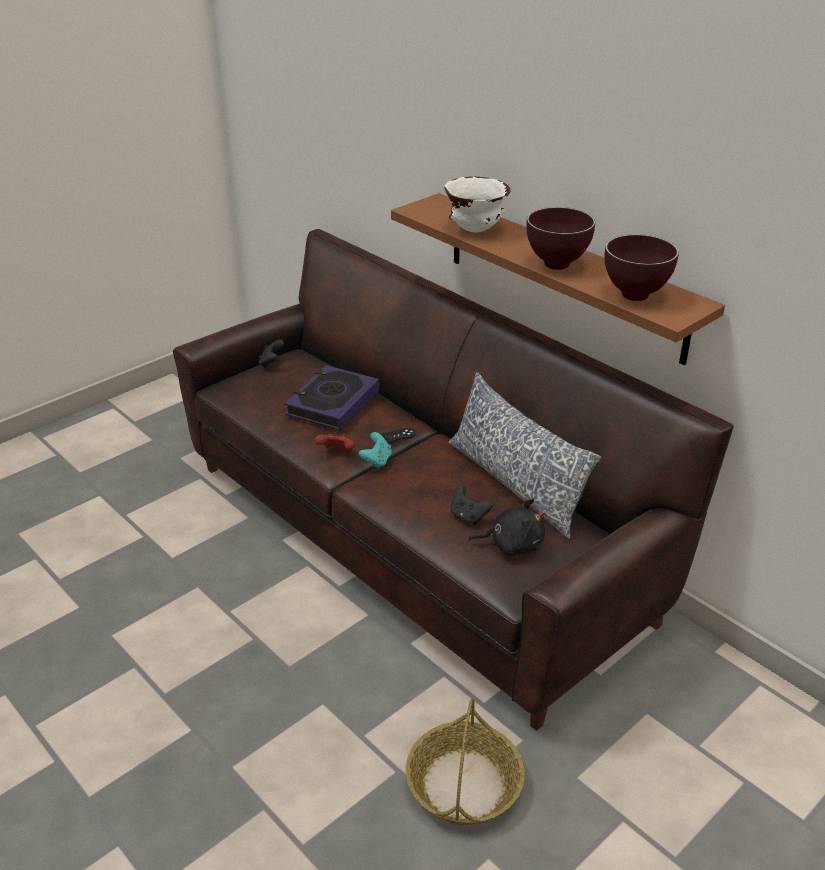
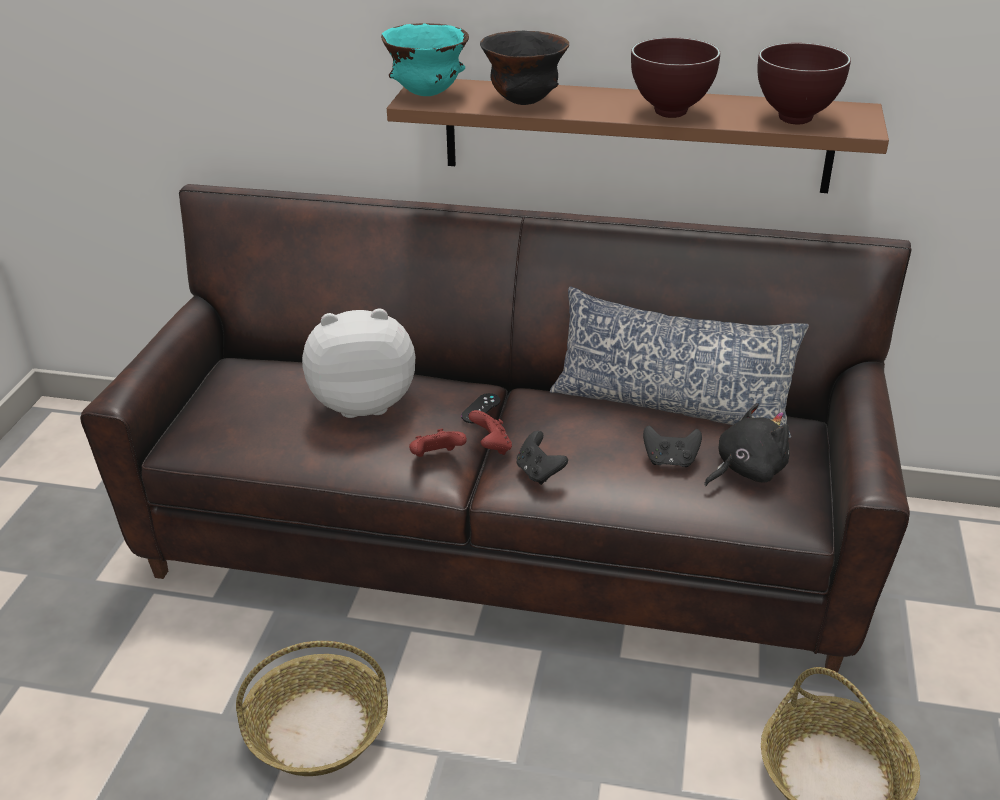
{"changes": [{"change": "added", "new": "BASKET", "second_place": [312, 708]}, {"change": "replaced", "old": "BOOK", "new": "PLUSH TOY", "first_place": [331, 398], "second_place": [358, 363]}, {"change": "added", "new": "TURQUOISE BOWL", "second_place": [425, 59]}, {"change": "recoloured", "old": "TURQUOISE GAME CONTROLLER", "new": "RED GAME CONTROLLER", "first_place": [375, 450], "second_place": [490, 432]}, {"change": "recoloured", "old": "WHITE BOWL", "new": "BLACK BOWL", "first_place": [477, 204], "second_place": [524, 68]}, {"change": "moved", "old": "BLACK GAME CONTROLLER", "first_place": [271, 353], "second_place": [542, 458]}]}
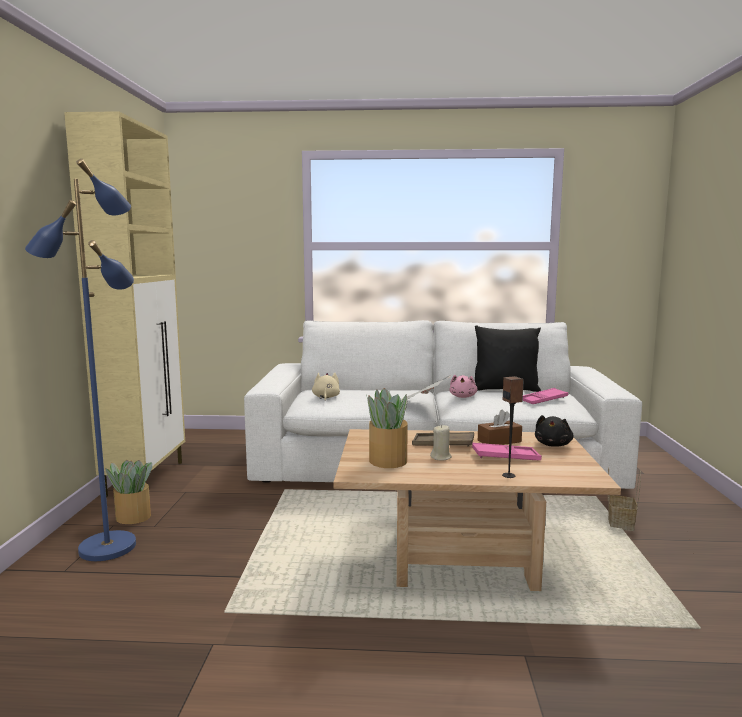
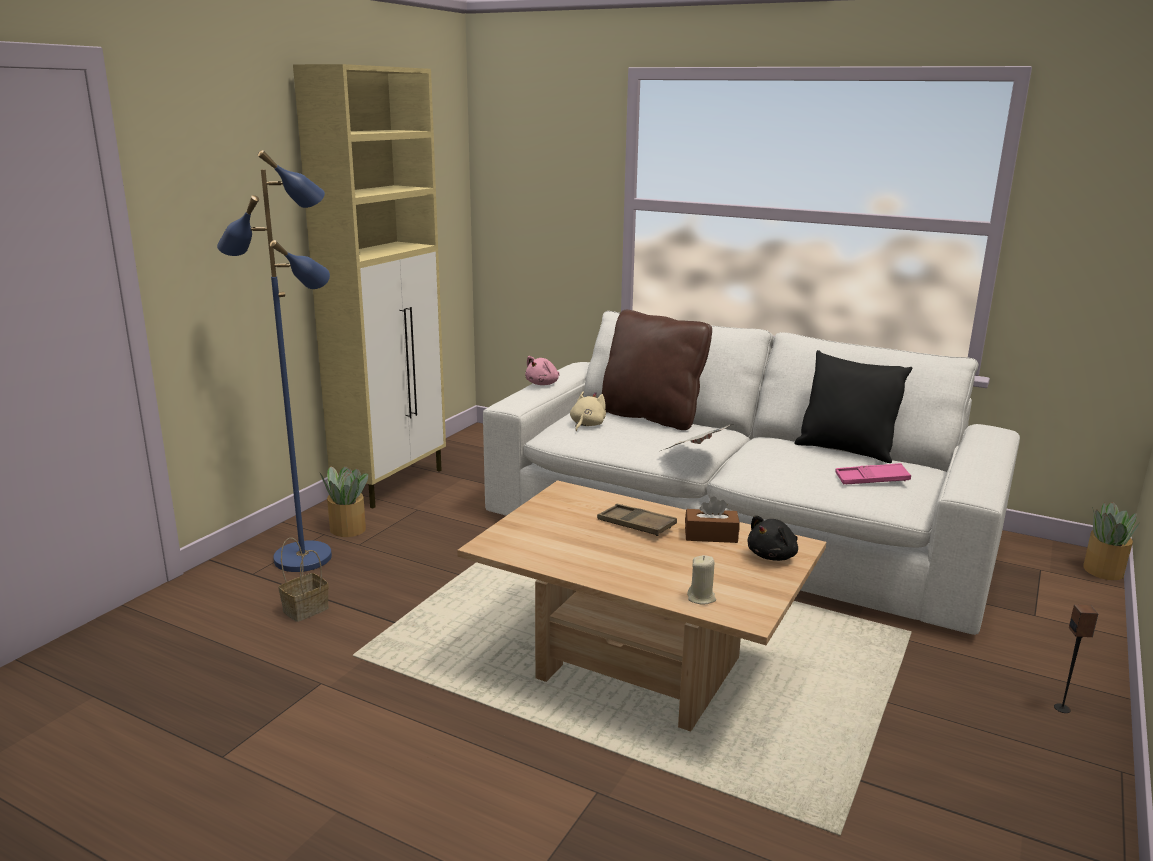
{"changes": [{"change": "moved", "old": "BASKET", "first_place": [624, 499], "second_place": [303, 580]}, {"change": "moved", "old": "PINK PLUSH TOY", "first_place": [463, 386], "second_place": [542, 370]}, {"change": "added", "new": "BROWN PILLOW", "second_place": [657, 370]}, {"change": "moved", "old": "BEIGE CANDLE", "first_place": [441, 442], "second_place": [701, 579]}, {"change": "moved", "old": "SPEAKER", "first_place": [513, 427], "second_place": [1076, 658]}, {"change": "moved", "old": "POTTED PLANT", "first_place": [387, 428], "second_place": [1111, 541]}, {"change": "removed", "old": "PINK TRAY", "first_place": [507, 451]}]}
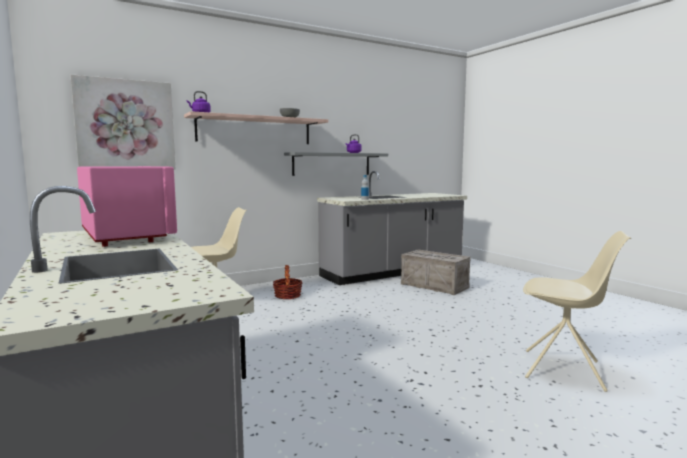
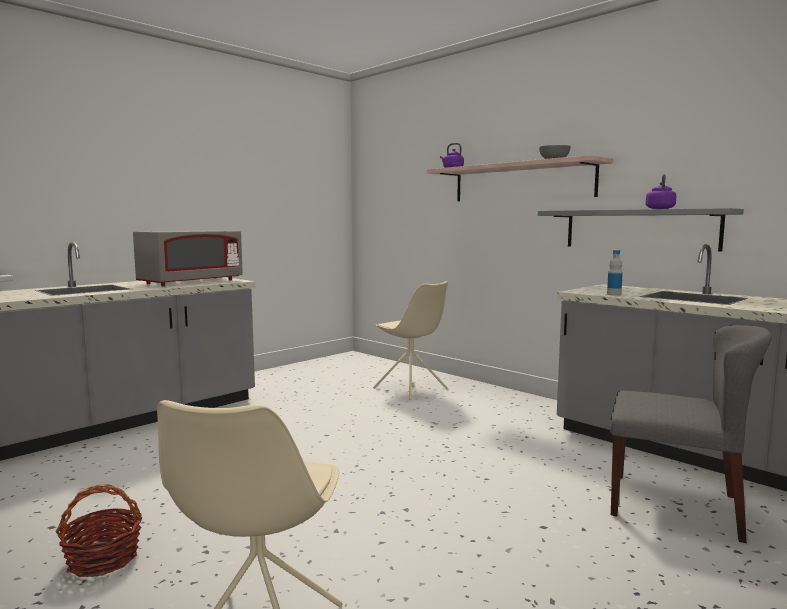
{"changes": [{"change": "moved", "old": "BASKET", "first_place": [288, 282], "second_place": [98, 530]}, {"change": "recoloured", "old": "PINK MICROWAVE", "new": "GREY MICROWAVE", "first_place": [127, 206], "second_place": [188, 258]}, {"change": "replaced", "old": "CRATE", "new": "GREY CHAIR", "first_place": [436, 272], "second_place": [691, 434]}, {"change": "removed", "old": "PICTURE", "first_place": [123, 122]}]}
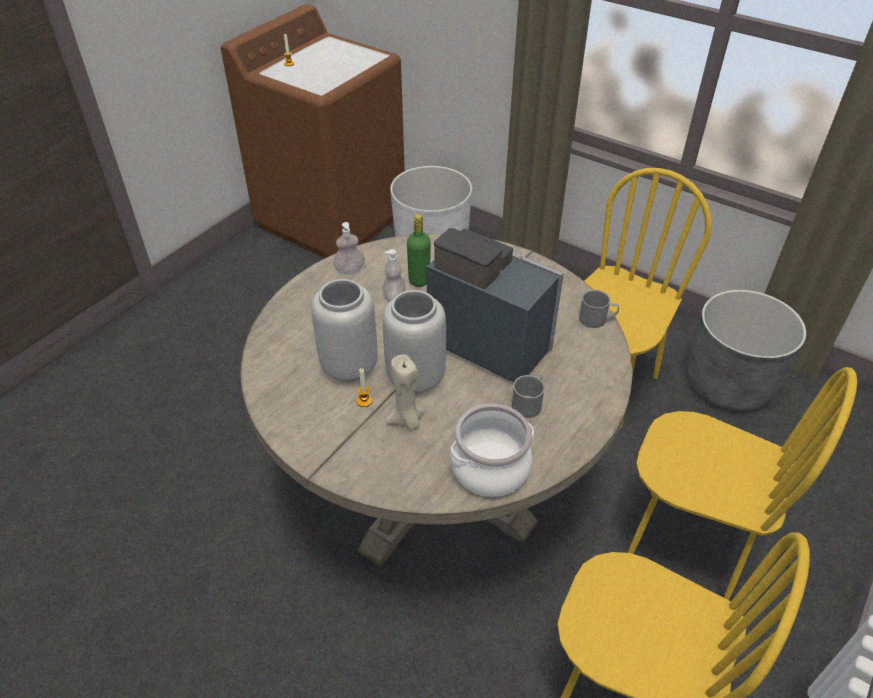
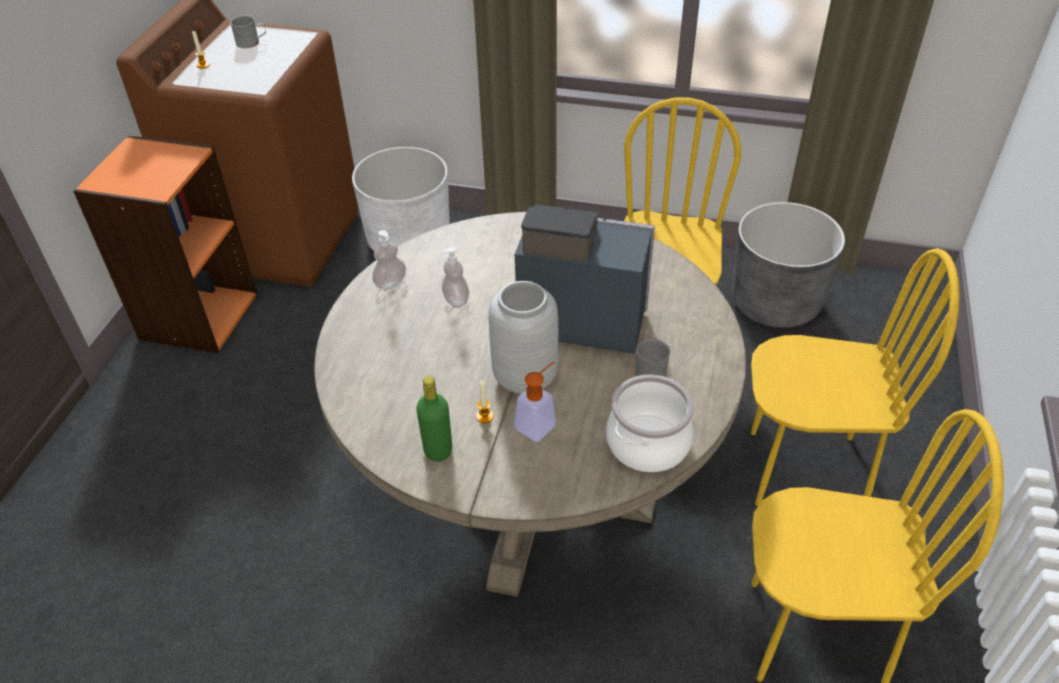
{"changes": [{"change": "added", "new": "ORANGE BOOKCASE", "second_place": [165, 244]}, {"change": "moved", "old": "GREY MUG", "first_place": [599, 309], "second_place": [248, 32]}, {"change": "moved", "old": "GREEN BOTTLE", "first_place": [419, 250], "second_place": [434, 419]}, {"change": "replaced", "old": "BEIGE CANDLE", "new": "SOAP DISPENSER", "first_place": [405, 392], "second_place": [535, 401]}, {"change": "removed", "old": "GREY VASE", "first_place": [344, 330]}]}
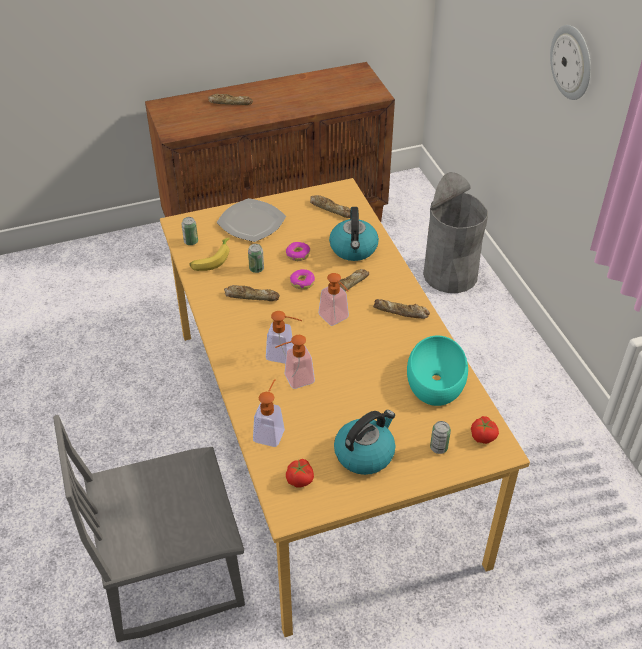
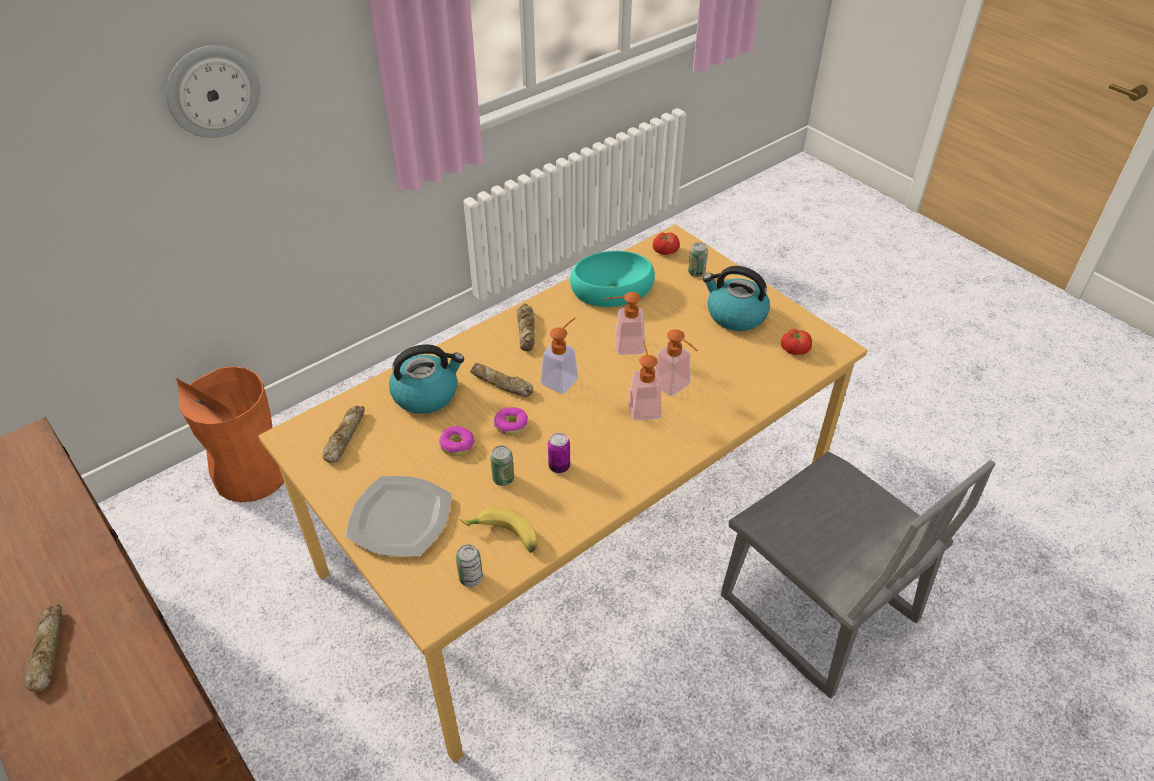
{"changes": [{"change": "recoloured", "old": "GREY TRASH CAN", "new": "ORANGE TRASH CAN", "first_place": [455, 232], "second_place": [229, 434]}, {"change": "replaced", "old": "BREAD", "new": "CAN", "first_place": [252, 293], "second_place": [559, 453]}, {"change": "moved", "old": "SOAP DISPENSER", "first_place": [269, 413], "second_place": [624, 323]}]}
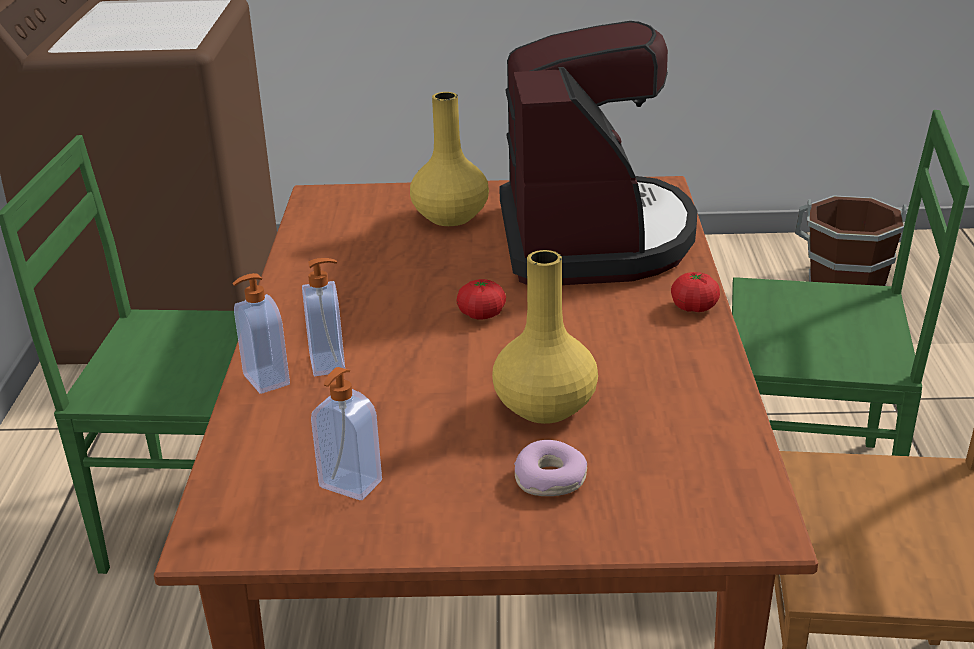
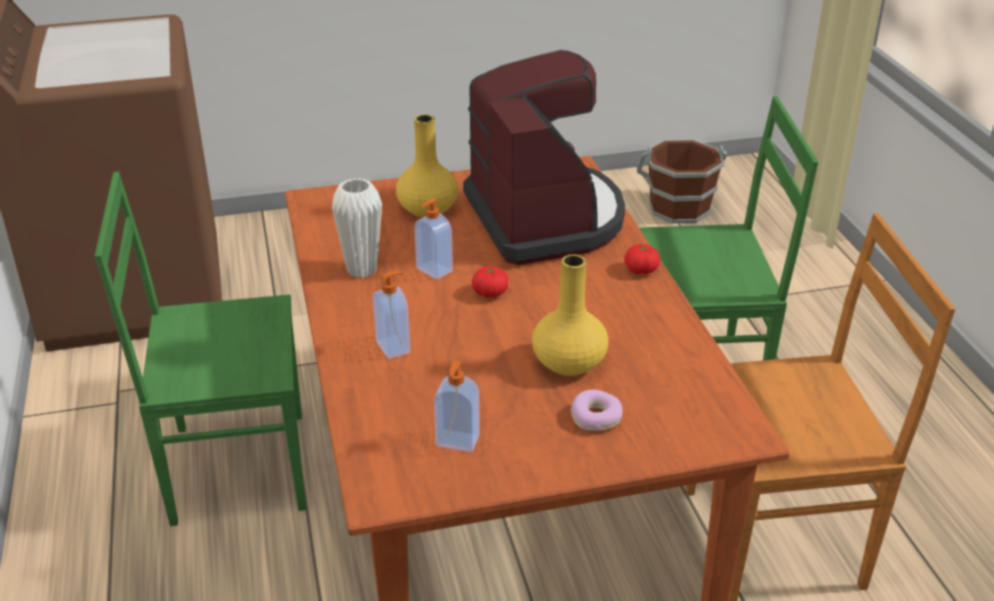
{"changes": [{"change": "added", "new": "WHITE VASE", "second_place": [357, 228]}, {"change": "moved", "old": "SOAP DISPENSER", "first_place": [261, 333], "second_place": [433, 239]}]}
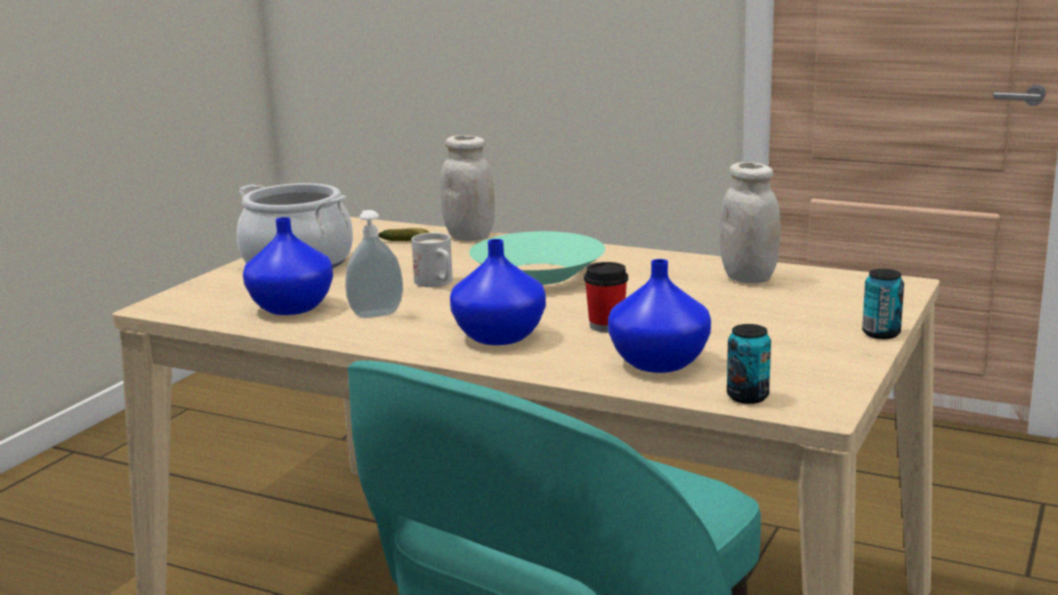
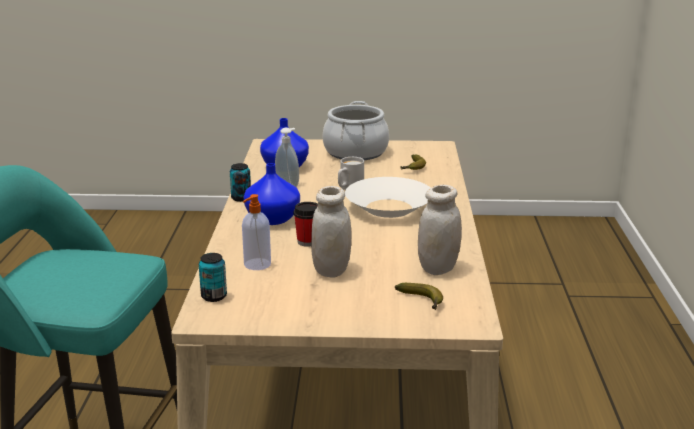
{"changes": [{"change": "moved", "old": "CAN", "first_place": [883, 304], "second_place": [240, 182]}, {"change": "replaced", "old": "BLUE VASE", "new": "SOAP DISPENSER", "first_place": [659, 316], "second_place": [256, 232]}, {"change": "moved", "old": "WHITE JAR", "first_place": [467, 188], "second_place": [331, 232]}, {"change": "recoloured", "old": "TURQUOISE BOWL", "new": "WHITE BOWL", "first_place": [537, 258], "second_place": [387, 197]}, {"change": "added", "new": "BANANA", "second_place": [419, 296]}]}
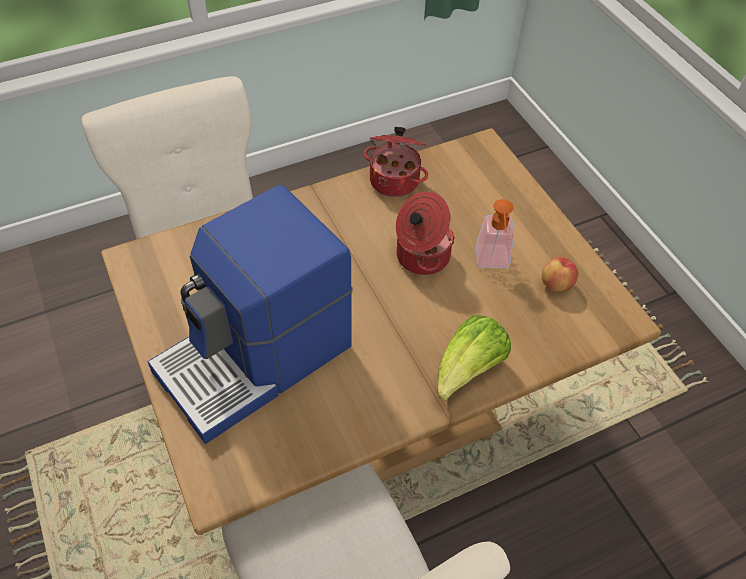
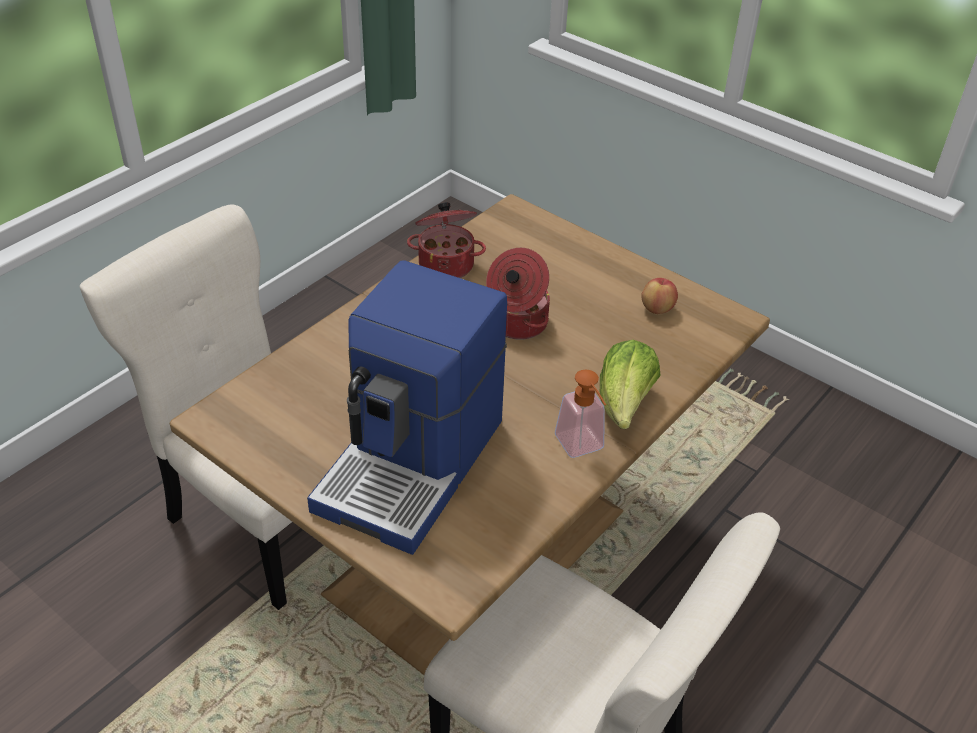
{"changes": [{"change": "moved", "old": "SOAP DISPENSER", "first_place": [495, 233], "second_place": [580, 414]}]}
